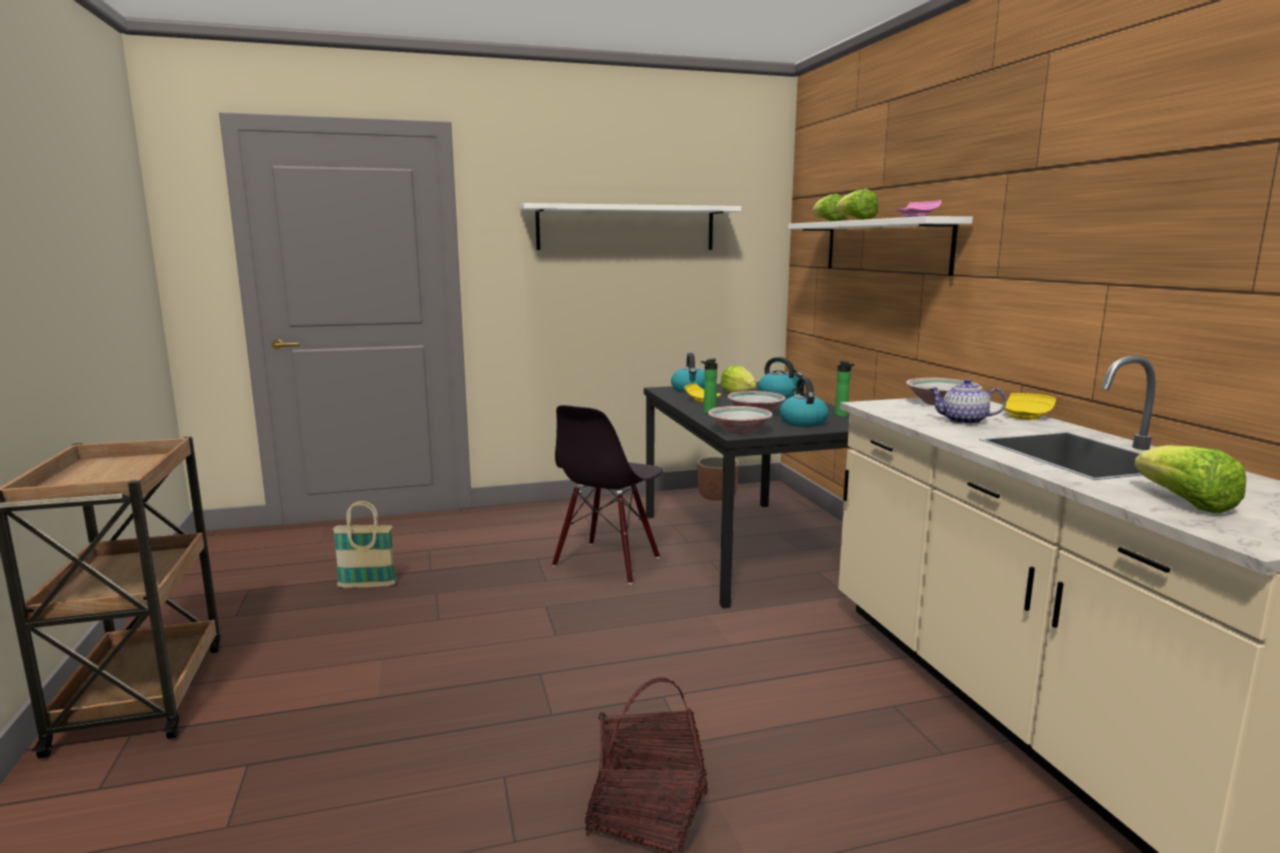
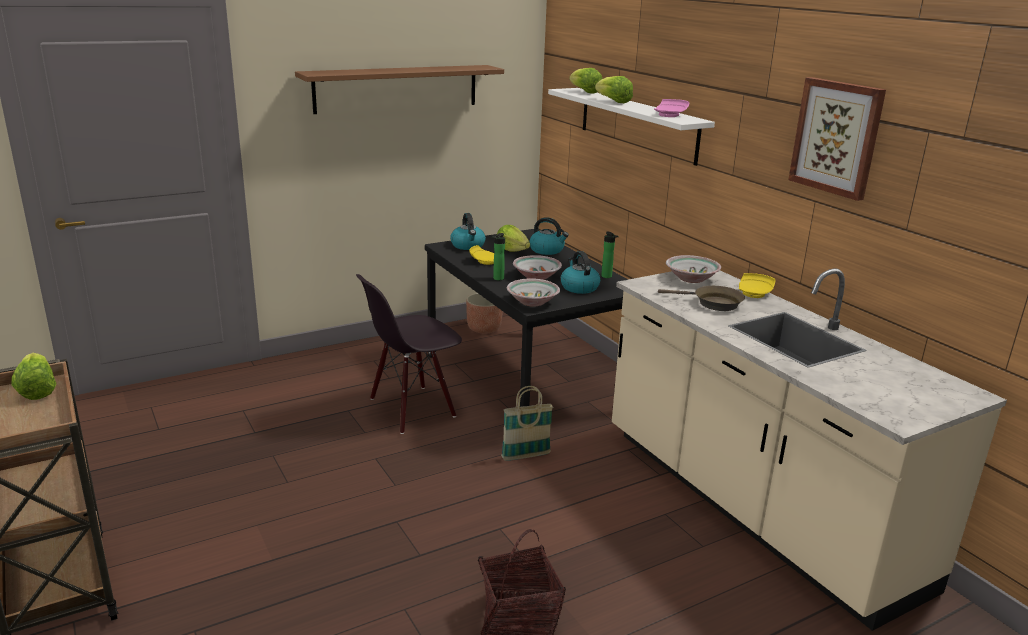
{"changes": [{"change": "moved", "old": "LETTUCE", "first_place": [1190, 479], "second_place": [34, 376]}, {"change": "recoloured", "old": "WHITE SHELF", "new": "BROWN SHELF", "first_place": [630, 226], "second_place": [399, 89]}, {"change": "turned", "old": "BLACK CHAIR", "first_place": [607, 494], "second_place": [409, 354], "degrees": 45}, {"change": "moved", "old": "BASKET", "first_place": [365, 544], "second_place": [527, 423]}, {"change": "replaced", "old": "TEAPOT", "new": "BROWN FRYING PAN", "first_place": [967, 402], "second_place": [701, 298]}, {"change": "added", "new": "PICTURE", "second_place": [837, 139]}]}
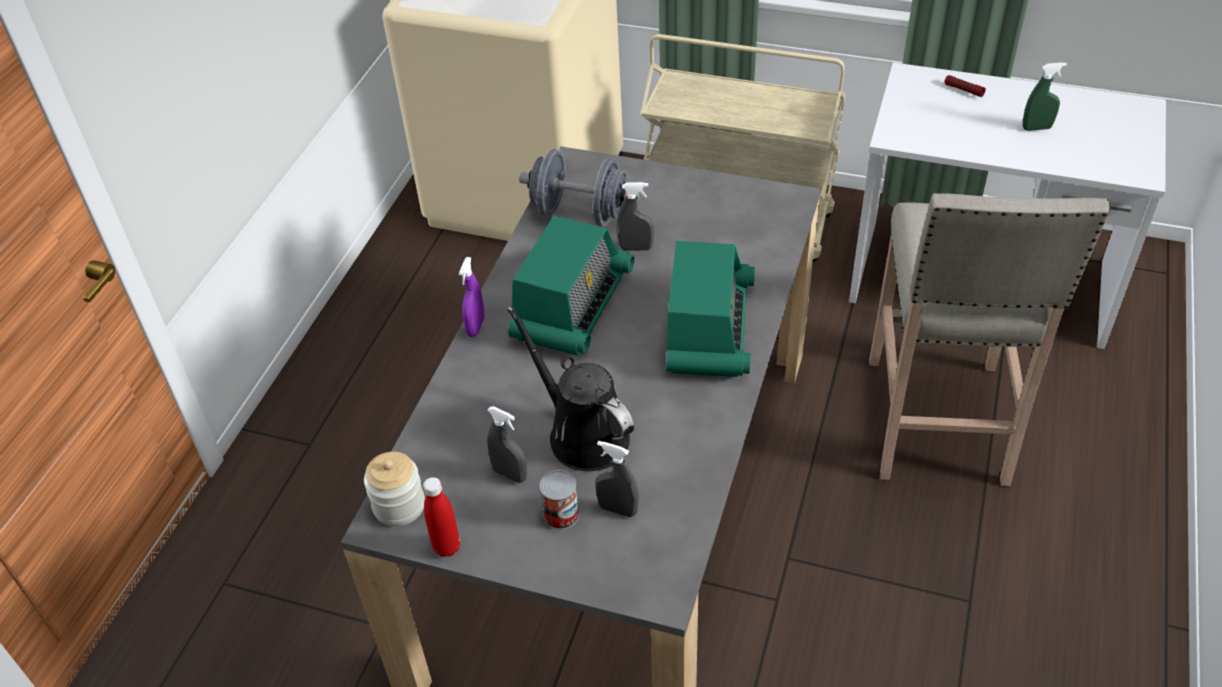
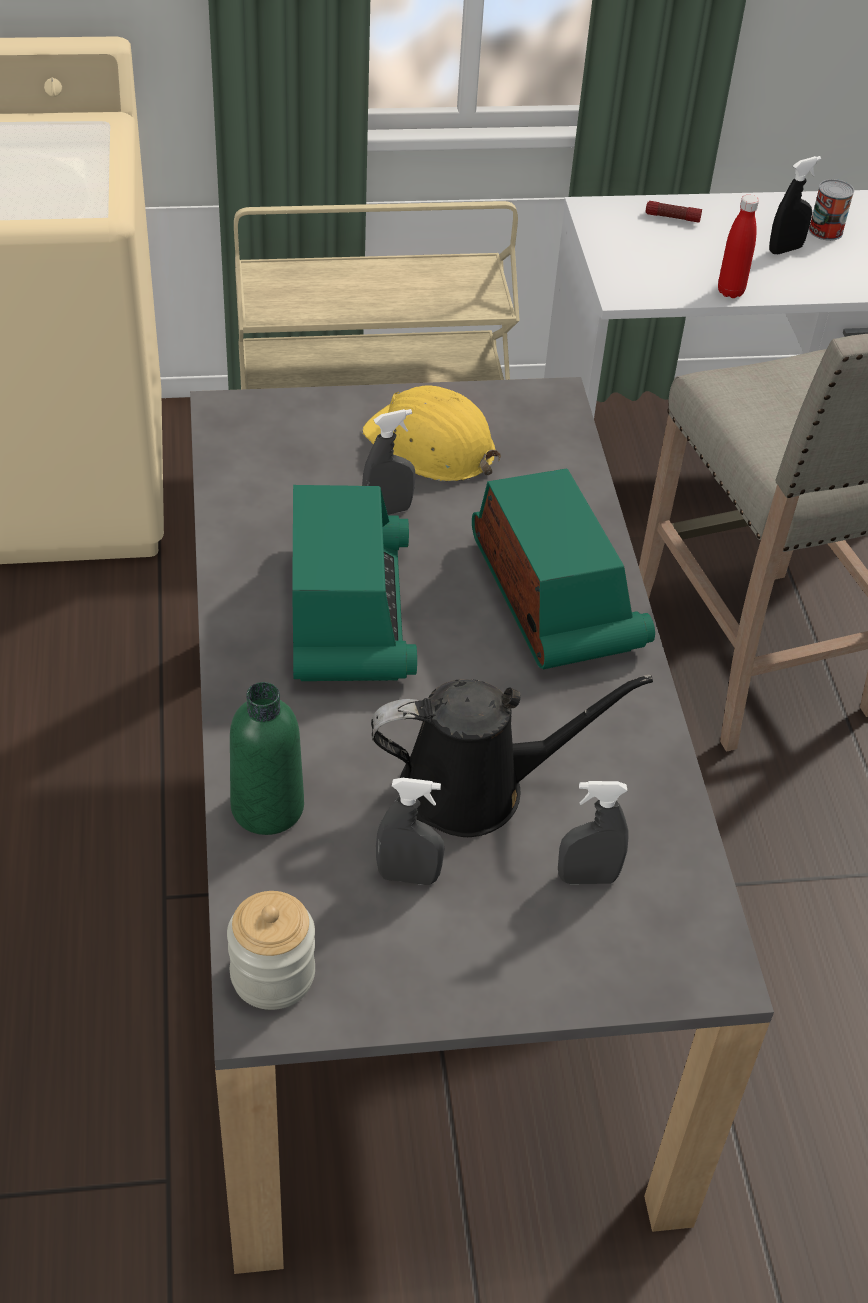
{"changes": [{"change": "added", "new": "GREEN BOTTLE", "second_place": [267, 758]}, {"change": "added", "new": "YELLOW HARD HAT", "second_place": [431, 433]}, {"change": "turned", "old": "BLACK WATERING CAN", "first_place": [570, 388], "second_place": [512, 756], "degrees": 150}, {"change": "moved", "old": "RED BOTTLE", "first_place": [441, 517], "second_place": [738, 246]}, {"change": "recoloured", "old": "GREEN SPRAY BOTTLE", "new": "BLACK SPRAY BOTTLE", "first_place": [1045, 96], "second_place": [795, 205]}, {"change": "moved", "old": "CAN", "first_place": [559, 500], "second_place": [831, 210]}, {"change": "removed", "old": "PURPLE SPRAY BOTTLE", "first_place": [472, 297]}, {"change": "removed", "old": "GREY DUMBBELL", "first_place": [579, 187]}]}
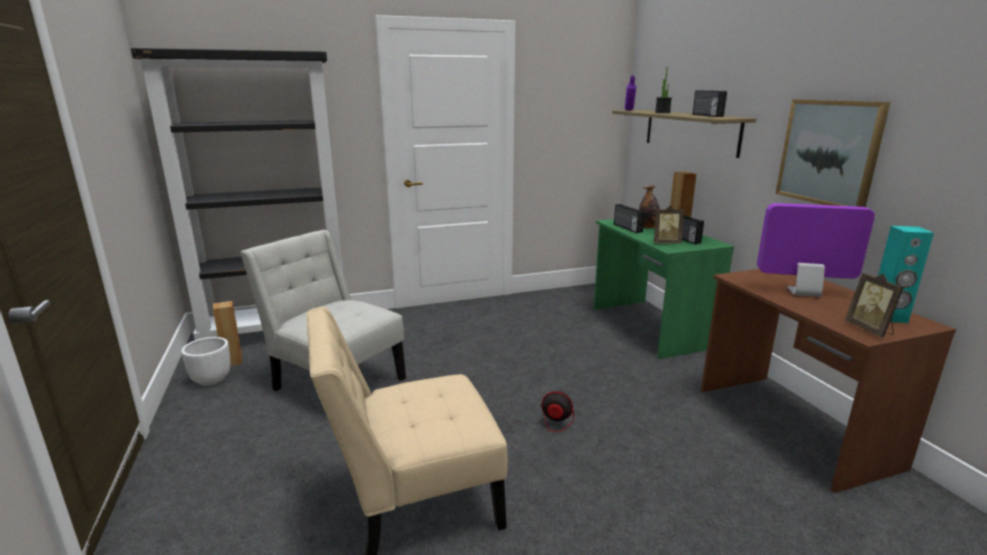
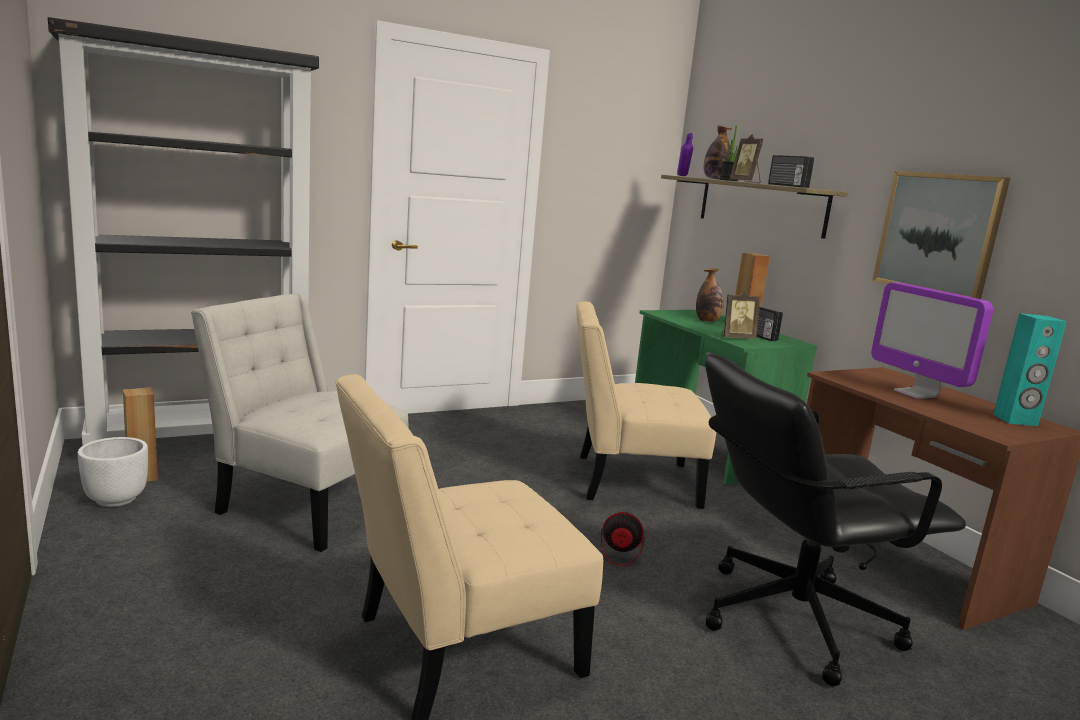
{"changes": [{"change": "added", "new": "BEIGE CHAIR", "second_place": [646, 405]}, {"change": "added", "new": "BOTTLE", "second_place": [718, 152]}, {"change": "added", "new": "BLACK OFFICE CHAIR", "second_place": [835, 520]}, {"change": "moved", "old": "PICTURE FRAME", "first_place": [874, 305], "second_place": [746, 158]}, {"change": "turned", "old": "MONITOR", "first_place": [816, 250], "second_place": [932, 340], "degrees": -120}, {"change": "removed", "old": "RADIO", "first_place": [629, 218]}]}
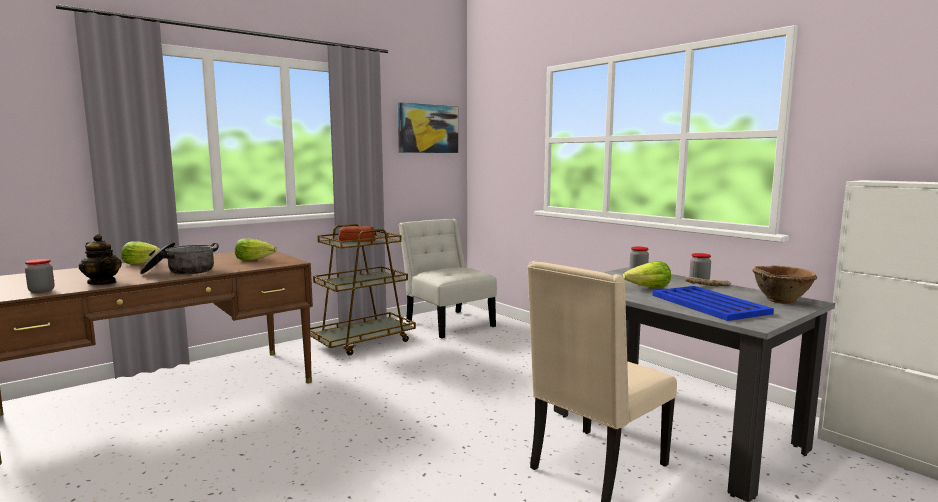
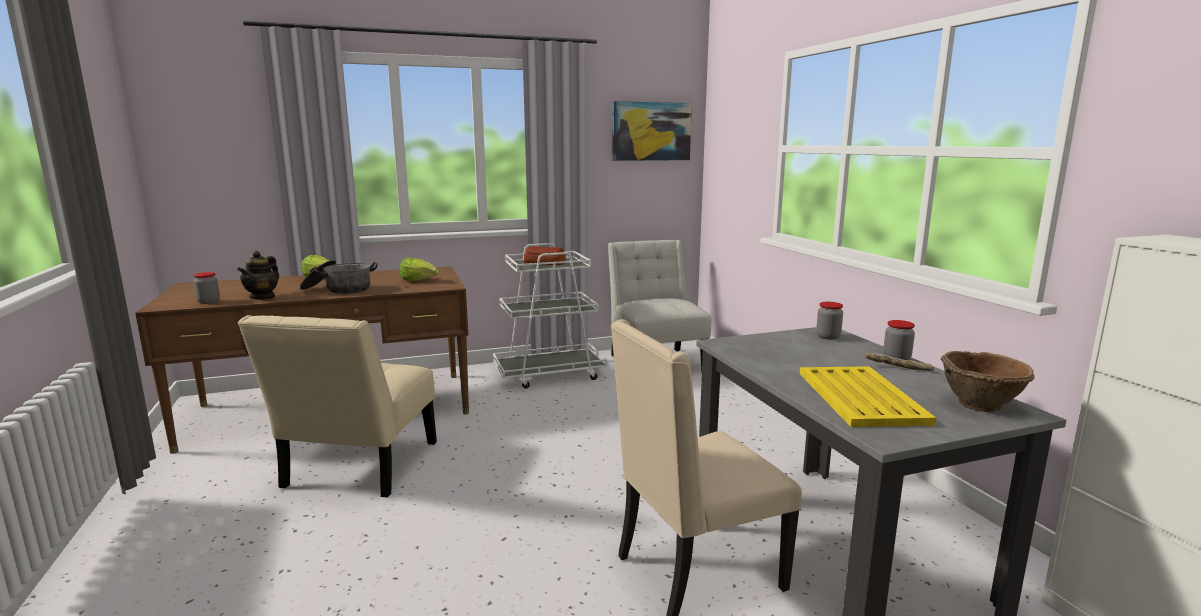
{"changes": [{"change": "turned", "old": "TEAPOT", "first_place": [100, 259], "second_place": [258, 275], "degrees": 45}, {"change": "added", "new": "BEIGE CHAIR", "second_place": [337, 406]}, {"change": "recoloured", "old": "BROWN CART", "new": "WHITE CART", "first_place": [363, 290], "second_place": [550, 316]}, {"change": "recoloured", "old": "BLUE TRAY", "new": "YELLOW TRAY", "first_place": [713, 303], "second_place": [868, 396]}, {"change": "removed", "old": "LETTUCE", "first_place": [647, 274]}]}
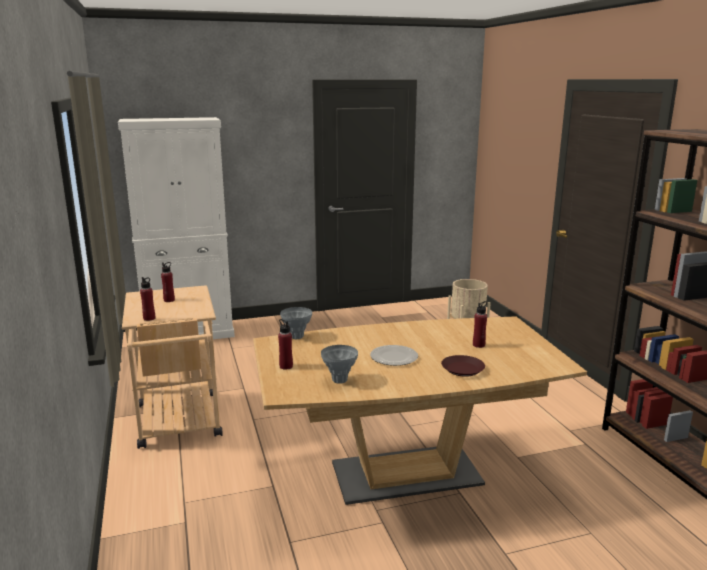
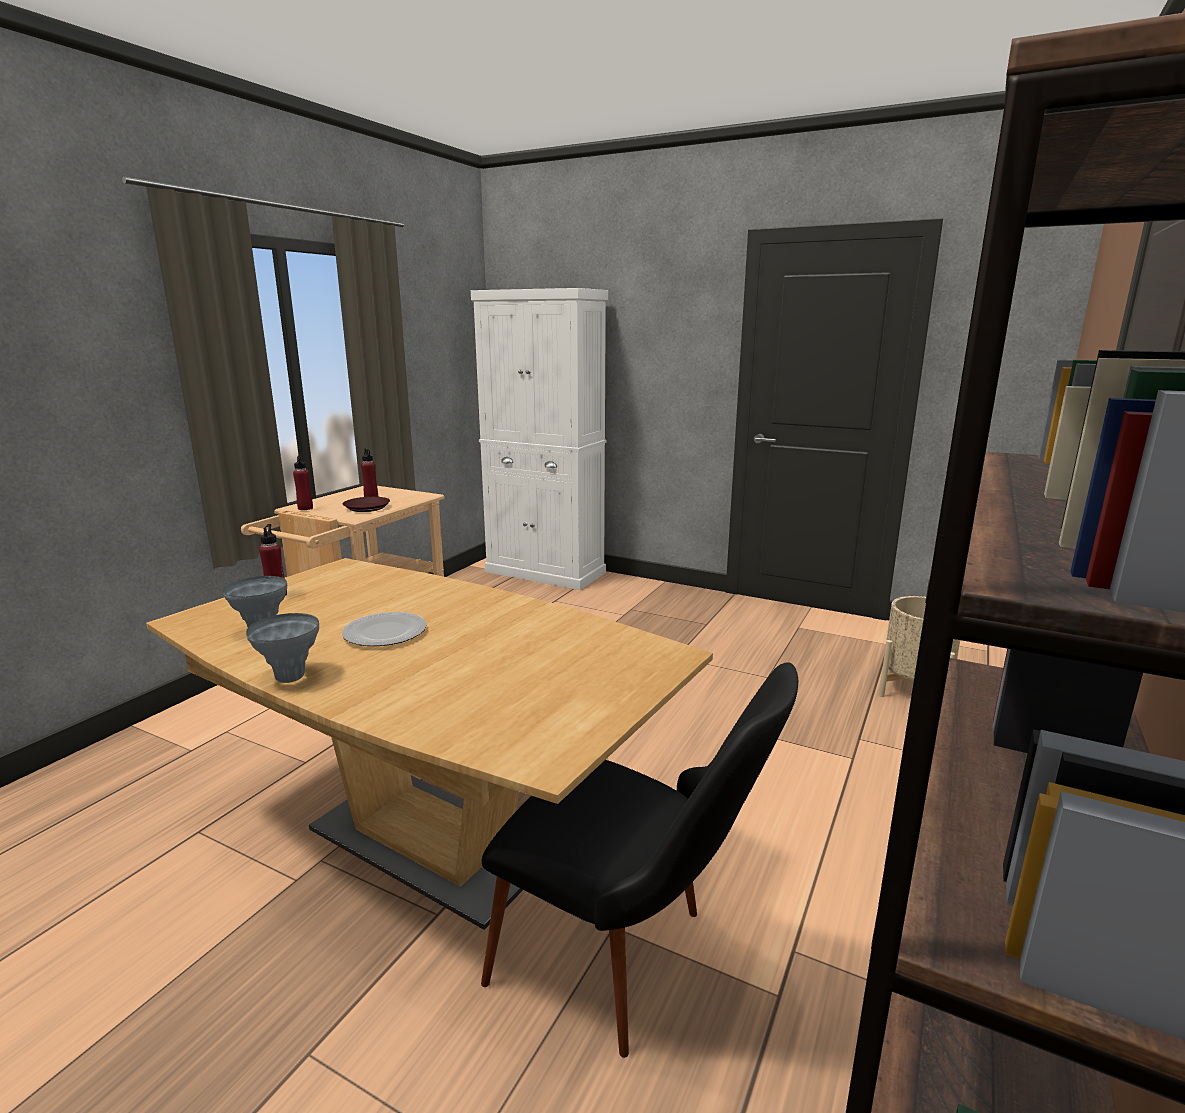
{"changes": [{"change": "moved", "old": "GREY VASE", "first_place": [296, 323], "second_place": [282, 648]}, {"change": "moved", "old": "BROWN PLATE", "first_place": [463, 366], "second_place": [366, 504]}, {"change": "added", "new": "BLACK CHAIR", "second_place": [639, 860]}, {"change": "removed", "old": "RED BOTTLE", "first_place": [480, 324]}]}
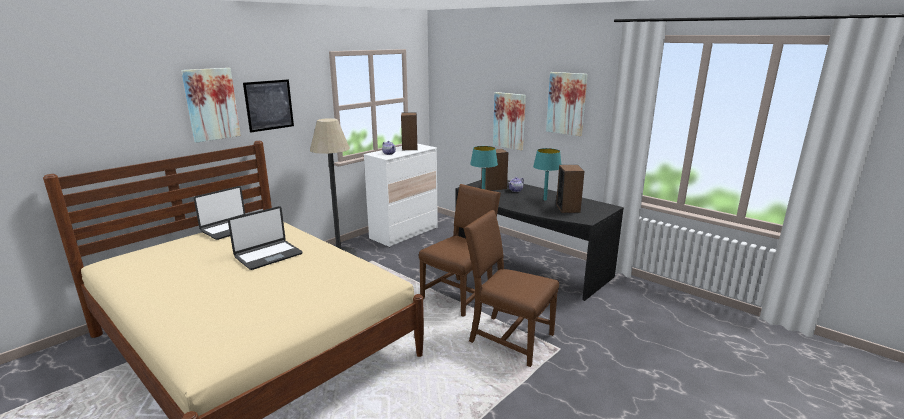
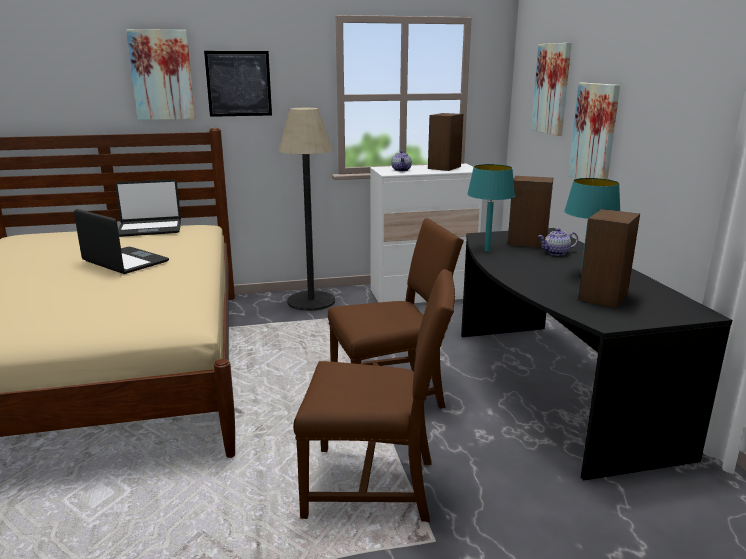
{"changes": [{"change": "turned", "old": "LAPTOP", "first_place": [265, 238], "second_place": [121, 241], "degrees": -135}, {"change": "turned", "old": "BROWN CHAIR", "first_place": [511, 288], "second_place": [374, 396], "degrees": 120}, {"change": "moved", "old": "PICTURE", "first_place": [567, 104], "second_place": [551, 89]}]}
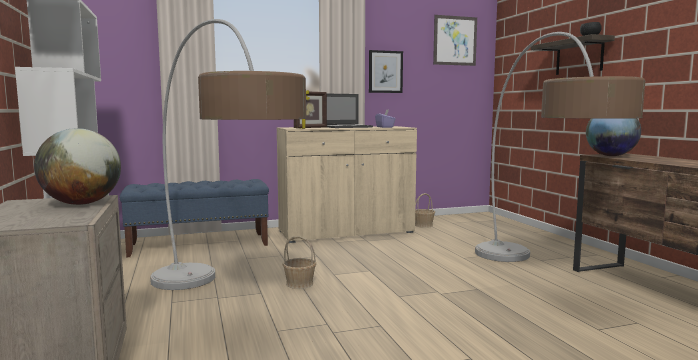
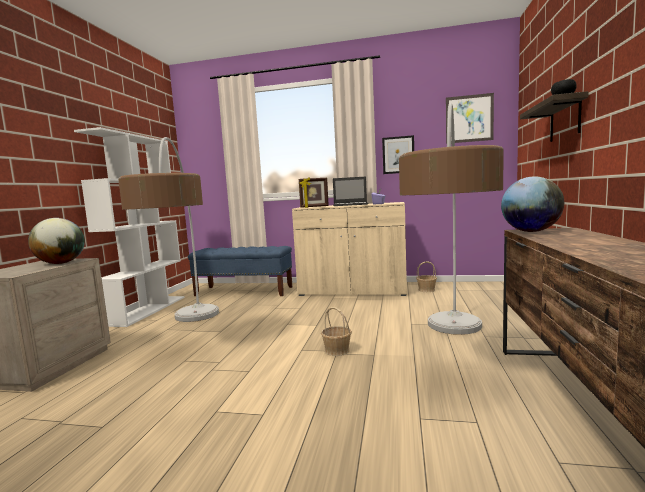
{"changes": [{"change": "moved", "old": "BASKET", "first_place": [299, 262], "second_place": [336, 331]}]}
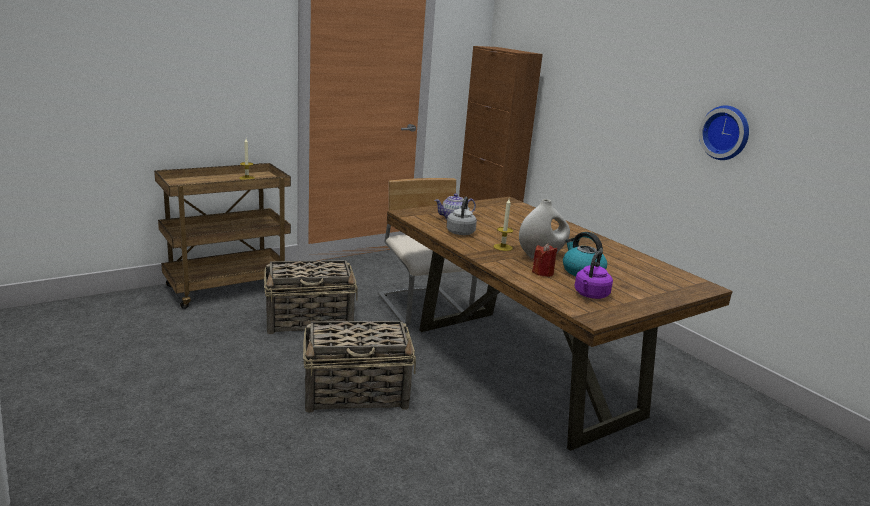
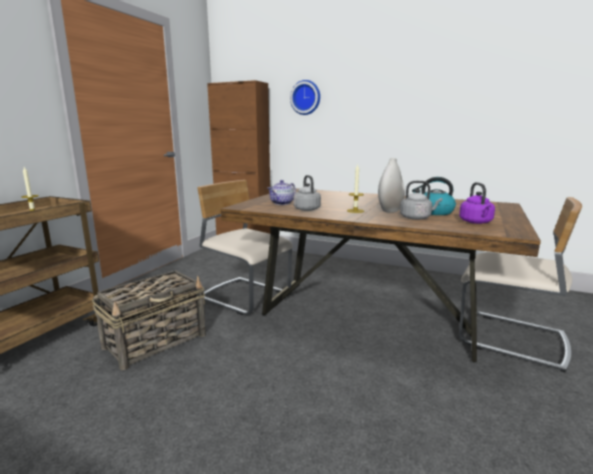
{"changes": [{"change": "moved", "old": "WALL CLOCK", "first_place": [724, 132], "second_place": [305, 97]}, {"change": "replaced", "old": "RED CANDLE", "new": "GREY KETTLE", "first_place": [544, 260], "second_place": [421, 200]}, {"change": "added", "new": "BEIGE CHAIR", "second_place": [520, 284]}, {"change": "removed", "old": "BASKET", "first_place": [359, 367]}]}
